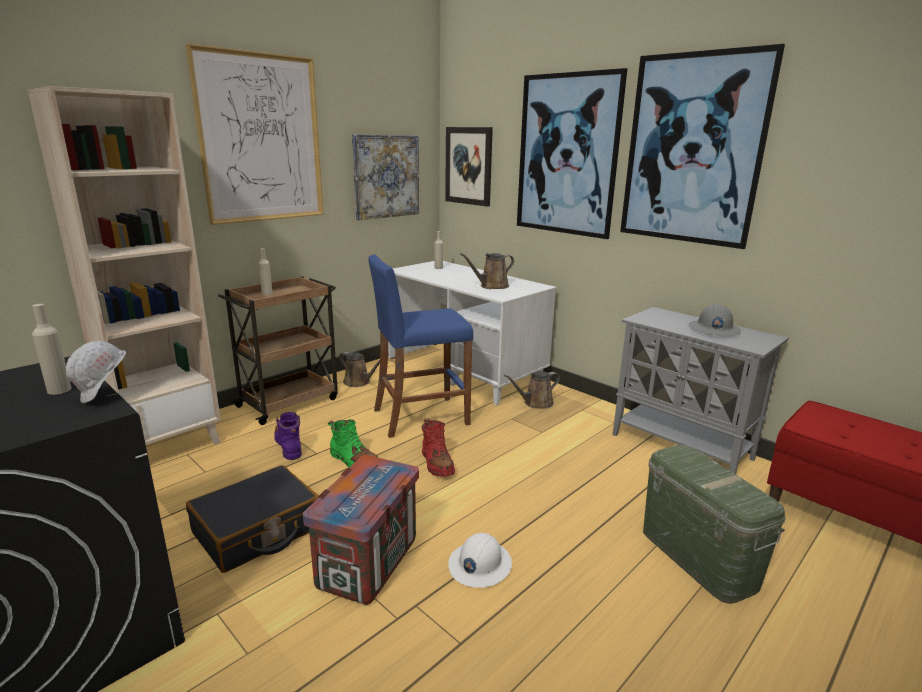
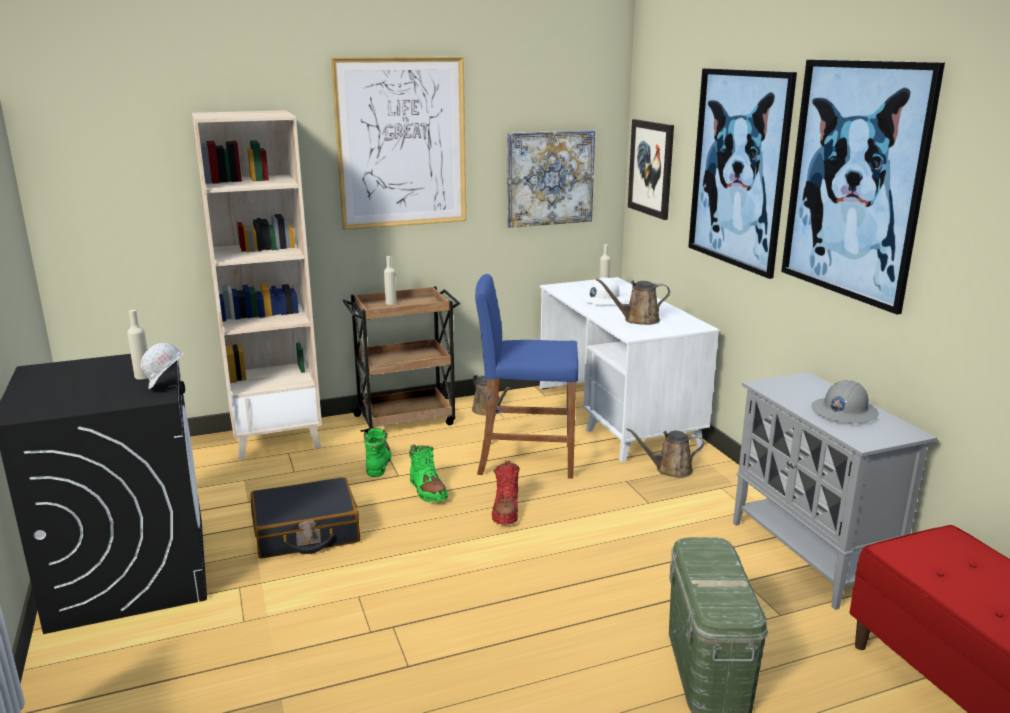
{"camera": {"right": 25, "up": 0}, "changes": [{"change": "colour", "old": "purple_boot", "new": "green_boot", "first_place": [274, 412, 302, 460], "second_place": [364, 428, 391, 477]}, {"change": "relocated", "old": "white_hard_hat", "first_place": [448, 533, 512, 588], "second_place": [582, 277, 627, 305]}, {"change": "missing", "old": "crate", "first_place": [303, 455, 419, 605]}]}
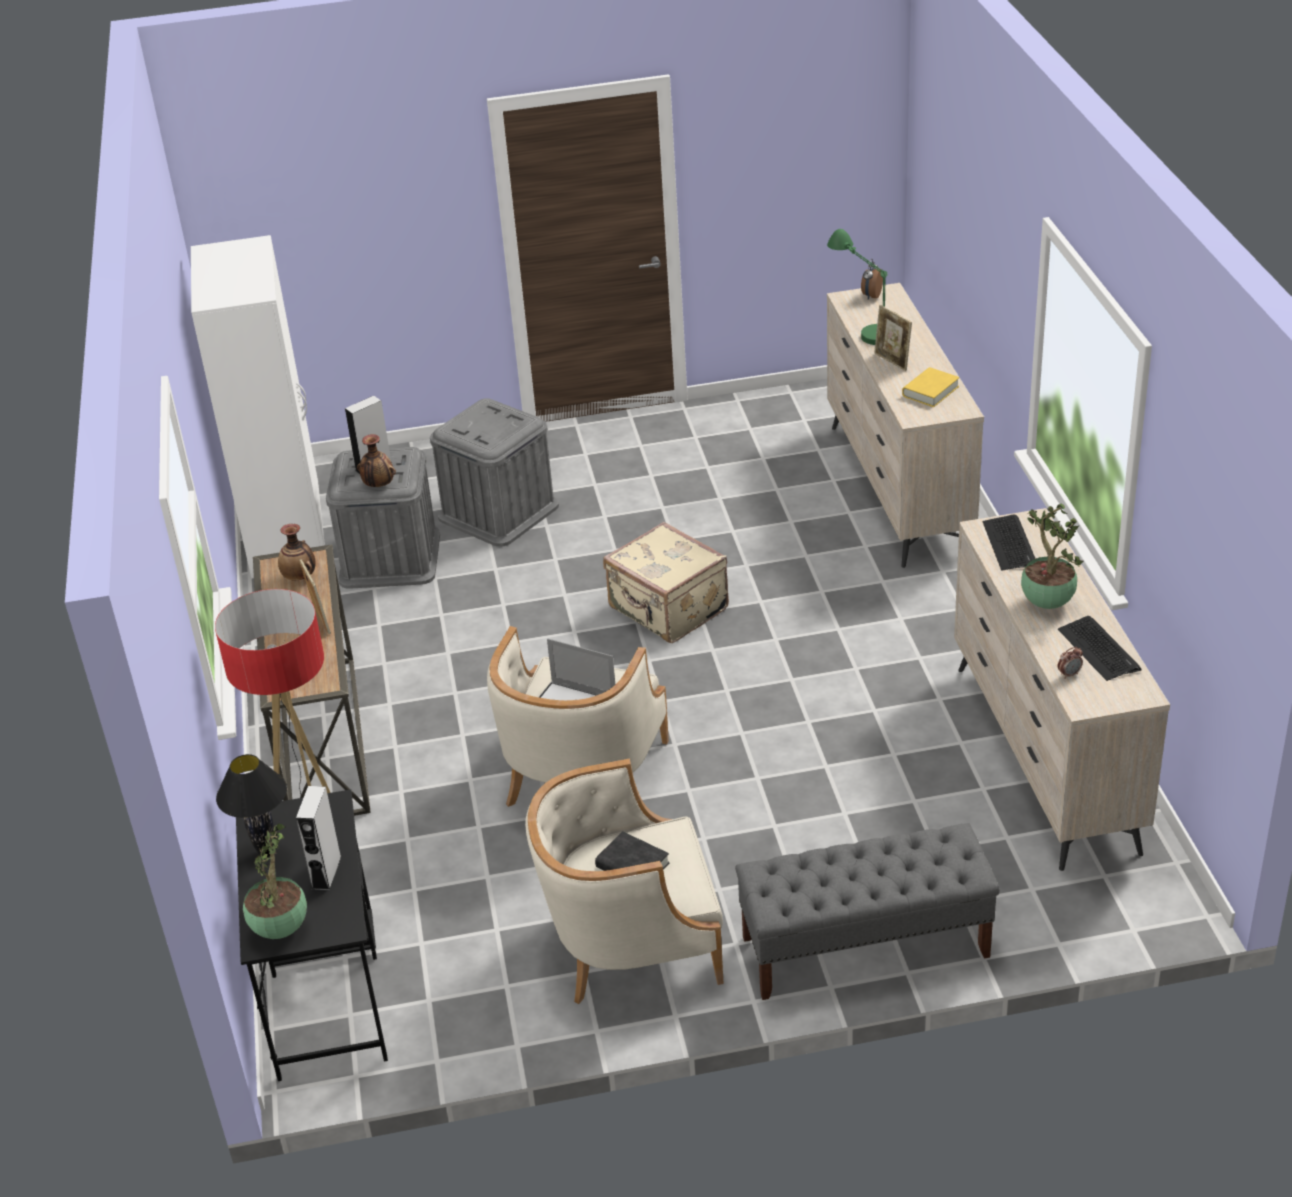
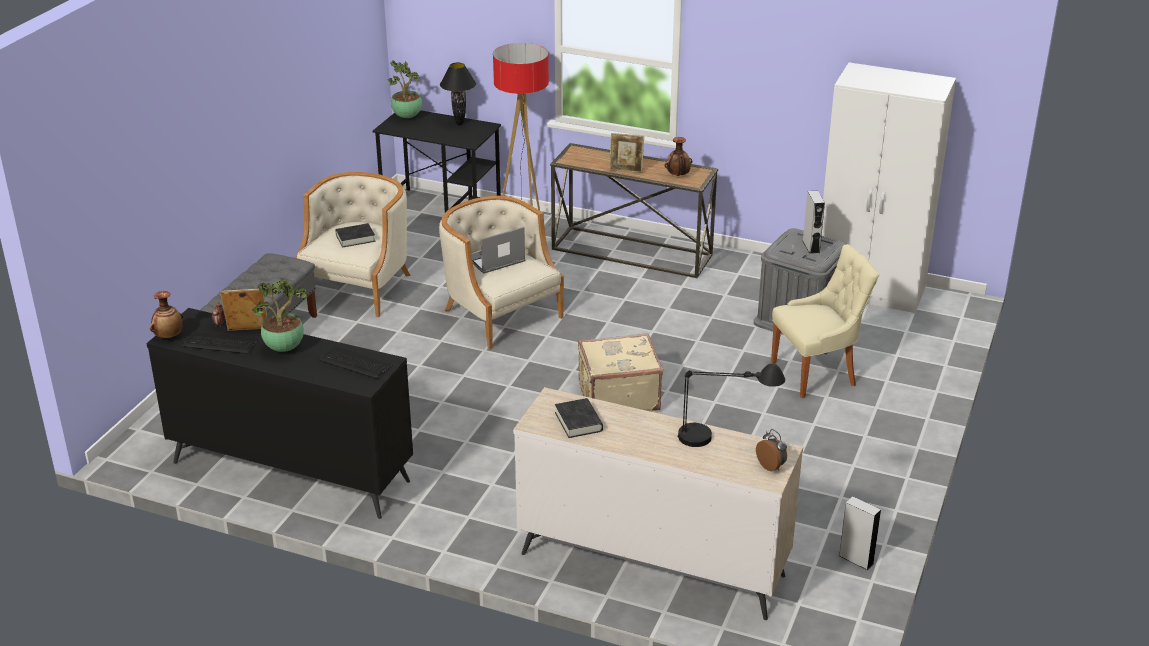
{"camera": {"right": 120, "up": -5}, "changes": [{"change": "colour", "old": "beige_dresser", "new": "black_dresser", "first_place": [954, 508, 1170, 871], "second_place": [146, 308, 413, 519]}, {"change": "relocated", "old": "vase", "first_place": [357, 434, 396, 487], "second_place": [150, 291, 184, 338]}, {"change": "relocated", "old": "picture_frame", "first_place": [874, 305, 912, 371], "second_place": [220, 289, 267, 331]}, {"change": "colour", "old": "yellow_book", "new": "black_book", "first_place": [902, 367, 959, 407], "second_place": [555, 398, 603, 438]}, {"change": "colour", "old": "green_table_lamp", "new": "black_table_lamp", "first_place": [827, 229, 888, 345], "second_place": [678, 363, 785, 447]}, {"change": "exchanged", "old": "grey_storage_box", "new": "beige_chair", "first_place": [430, 398, 559, 547], "second_place": [771, 244, 879, 398]}, {"change": "relocated", "old": "grey_speaker", "first_place": [296, 786, 341, 890], "second_place": [839, 496, 881, 570]}]}
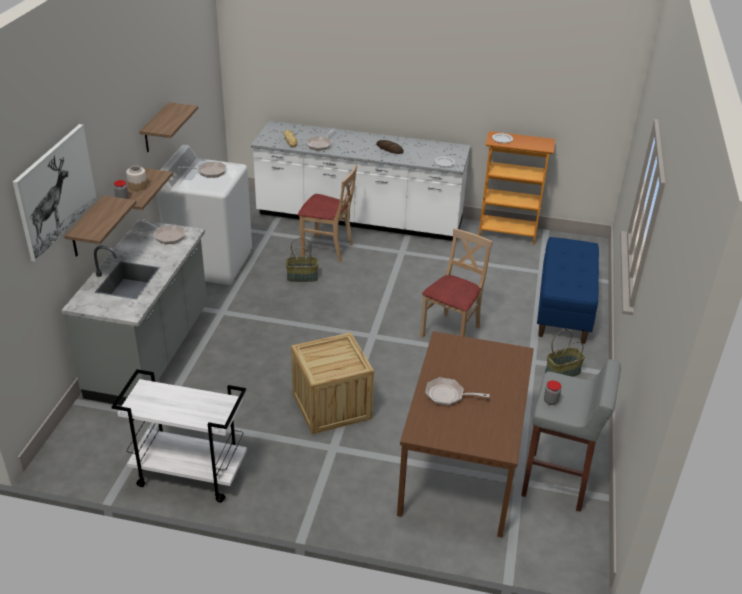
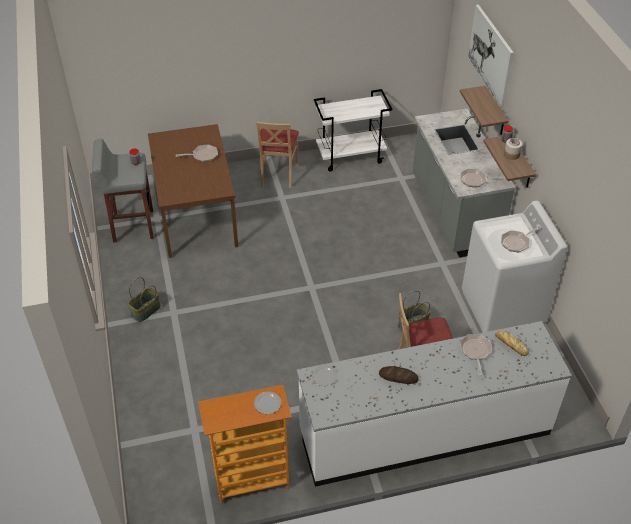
{"camera": {"right": 155, "up": 10}, "changes": [{"change": "relocated", "old": "beige_chair", "first_place": [420, 228, 493, 338], "second_place": [256, 121, 299, 188]}, {"change": "missing", "old": "shelf", "first_place": [139, 102, 198, 152]}, {"change": "missing", "old": "crate", "first_place": [291, 332, 374, 434]}, {"change": "missing", "old": "blue_bench", "first_place": [537, 237, 599, 344]}]}
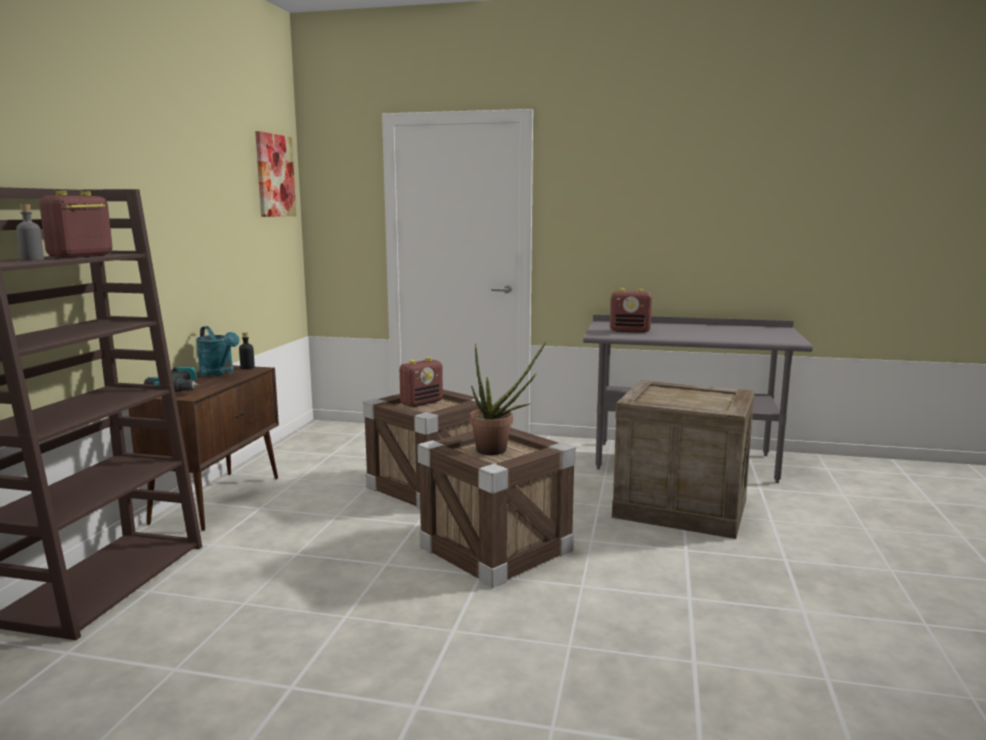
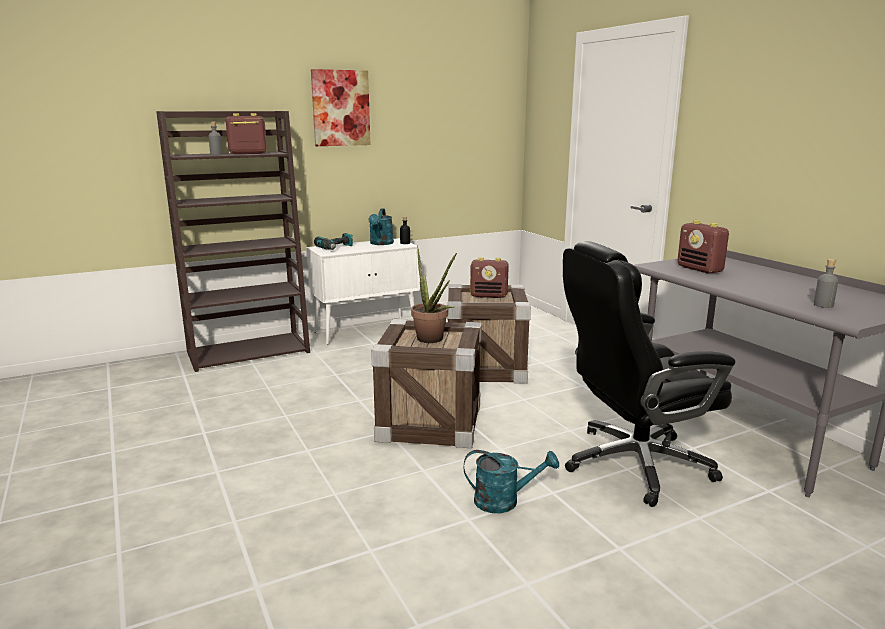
{"camera": {"right": 50, "up": 5}, "changes": [{"change": "colour", "old": "brown_cabinet", "new": "white_cabinet", "first_place": [128, 365, 279, 531], "second_place": [306, 238, 420, 345]}, {"change": "relocated", "old": "picture", "first_place": [255, 131, 296, 217], "second_place": [311, 69, 371, 146]}, {"change": "appeared", "new": "turquoise_watering_can", "second_place": [464, 450, 559, 513]}, {"change": "exchanged", "old": "crate", "new": "black_office_chair", "first_place": [612, 380, 755, 539], "second_place": [563, 241, 735, 507]}, {"change": "appeared", "new": "grey_bottle", "second_place": [814, 259, 838, 308]}]}
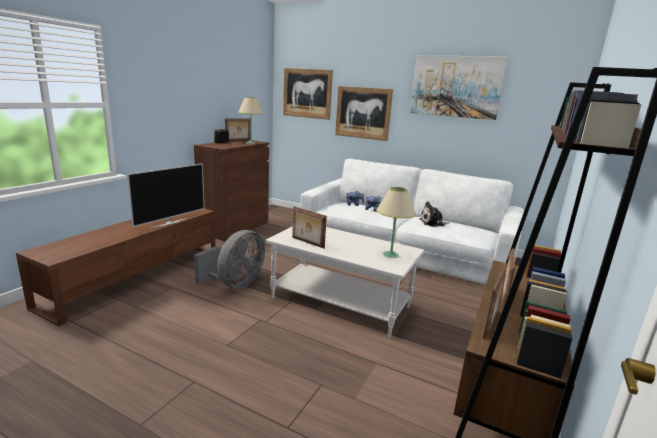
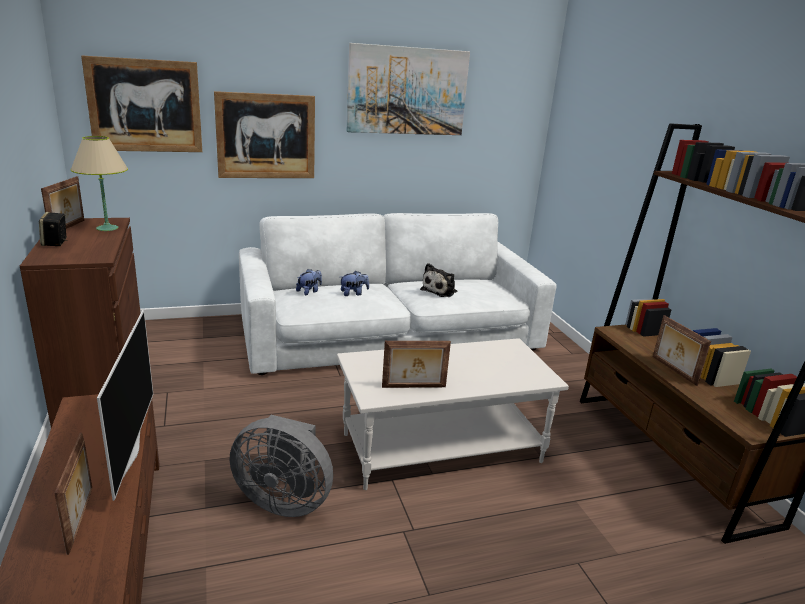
{"camera": {"right": -45, "up": 5}, "changes": [{"change": "relocated", "old": "picture_frame", "first_place": [483, 267, 506, 339], "second_place": [54, 432, 92, 555]}, {"change": "spun", "old": "grey_fan", "first_place": [194, 230, 265, 289], "second_place": [230, 415, 333, 517], "degrees": 120}, {"change": "missing", "old": "beige_table_lamp", "first_place": [376, 187, 416, 258]}]}
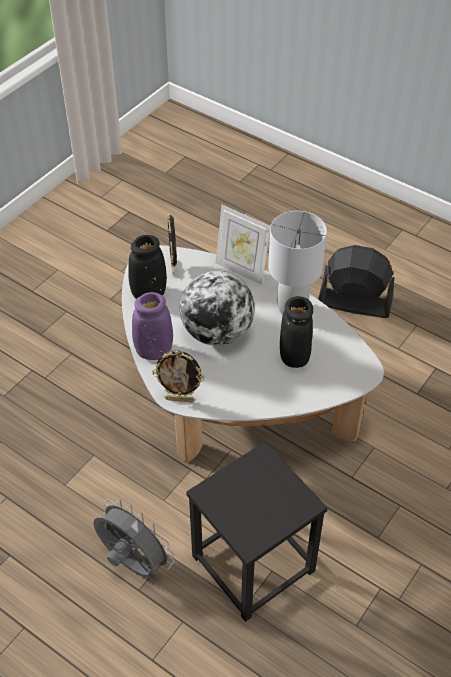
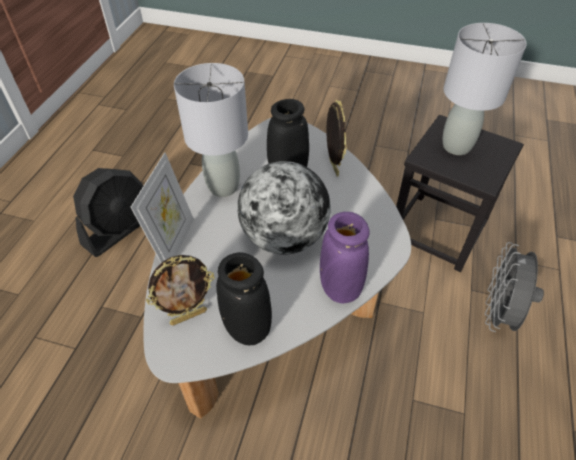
{"camera": {"right": -110, "up": 0}, "changes": [{"change": "spun", "old": "black_fan", "first_place": [318, 245, 394, 318], "second_place": [73, 168, 143, 257], "degrees": -135}, {"change": "relocated", "old": "picture_frame", "first_place": [152, 350, 205, 403], "second_place": [326, 100, 347, 176]}, {"change": "appeared", "new": "grey_table_lamp", "second_place": [443, 23, 527, 155]}]}
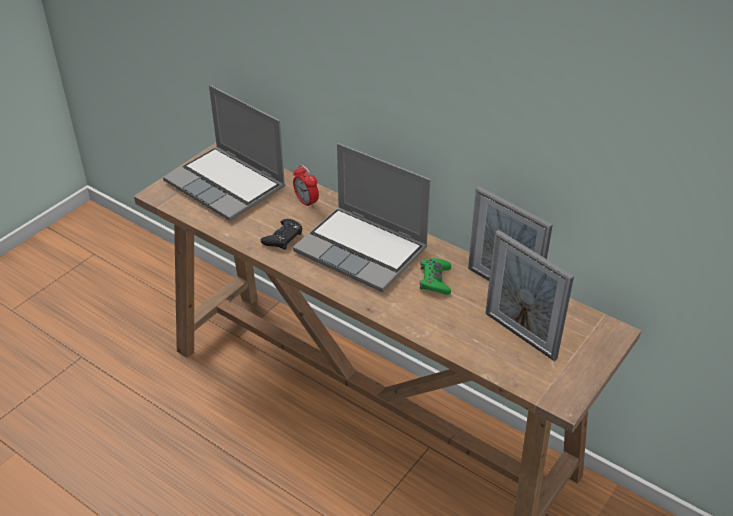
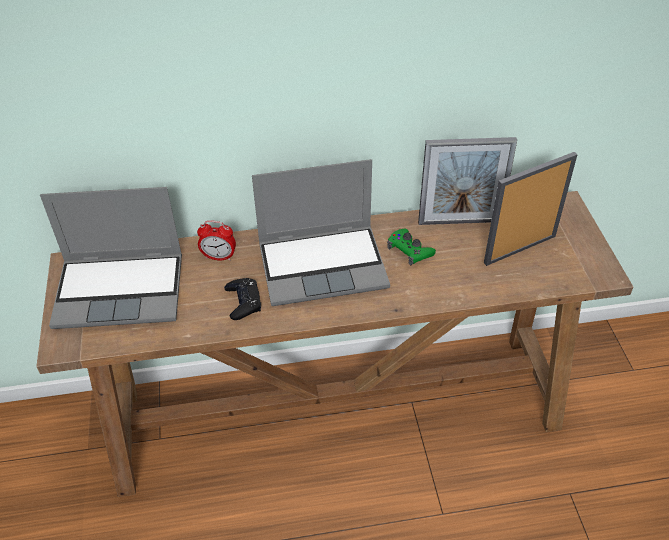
{"camera": {"right": -45, "up": 5}, "changes": [{"change": "spun", "old": "picture_frame", "first_place": [485, 230, 574, 361], "second_place": [484, 152, 578, 266], "degrees": 150}]}
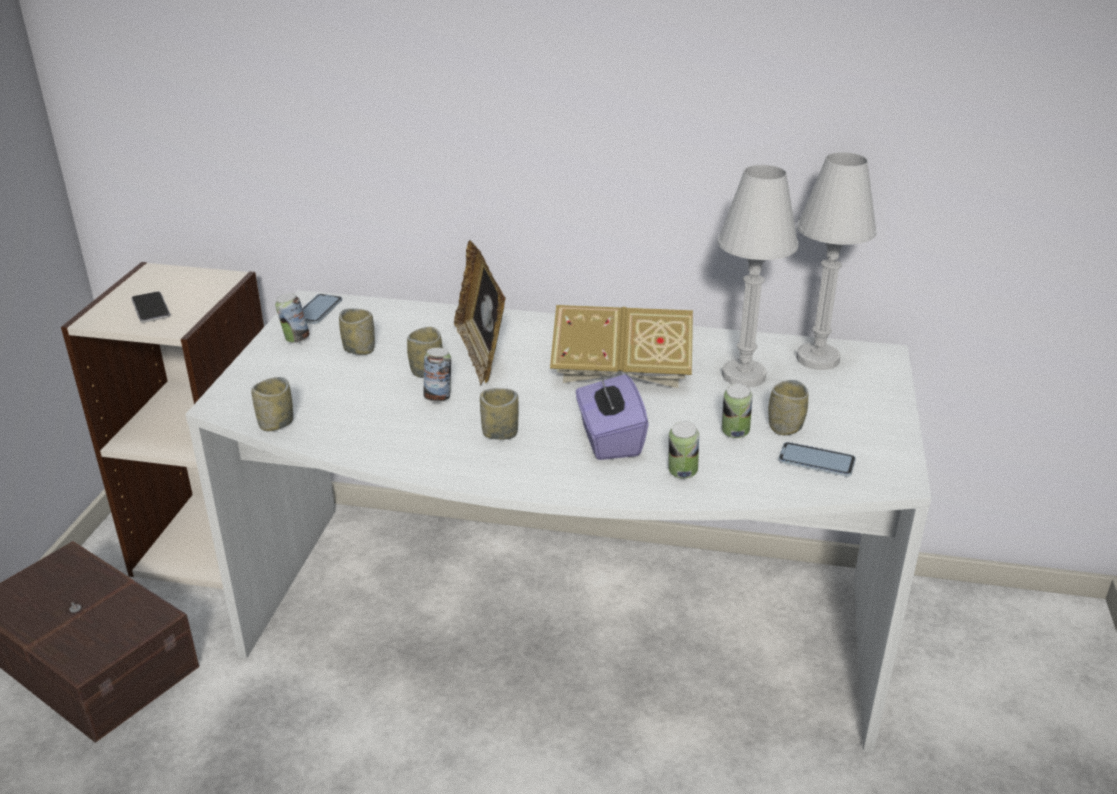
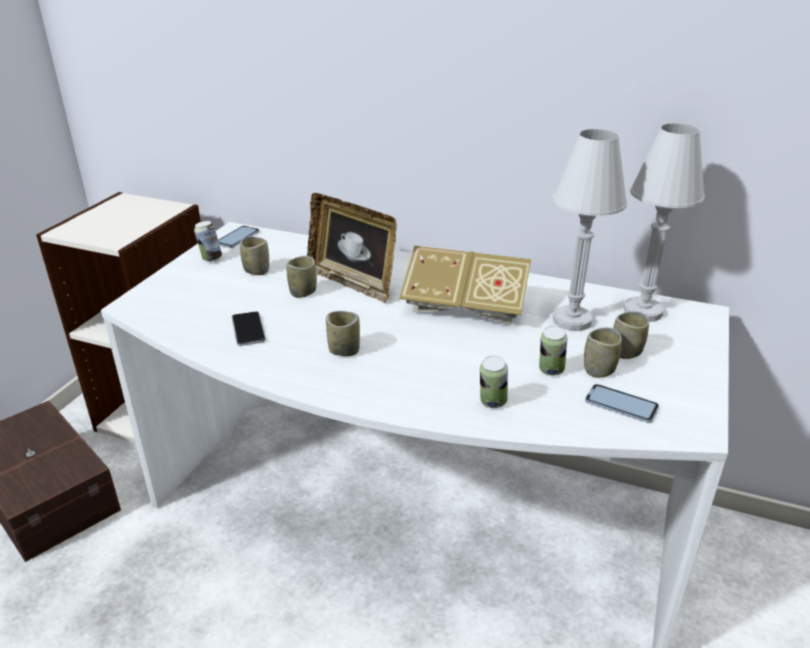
{"camera": {"right": 10, "up": 0}, "changes": [{"change": "relocated", "old": "phone", "first_place": [131, 292, 170, 323], "second_place": [232, 311, 266, 346]}, {"change": "spun", "old": "picture_frame", "first_place": [454, 240, 506, 385], "second_place": [307, 193, 397, 303], "degrees": -45}, {"change": "relocated", "old": "cup", "first_place": [251, 377, 293, 431], "second_place": [613, 311, 649, 359]}, {"change": "missing", "old": "can", "first_place": [424, 348, 451, 403]}, {"change": "missing", "old": "purple_tissue_box", "first_place": [576, 370, 649, 460]}]}
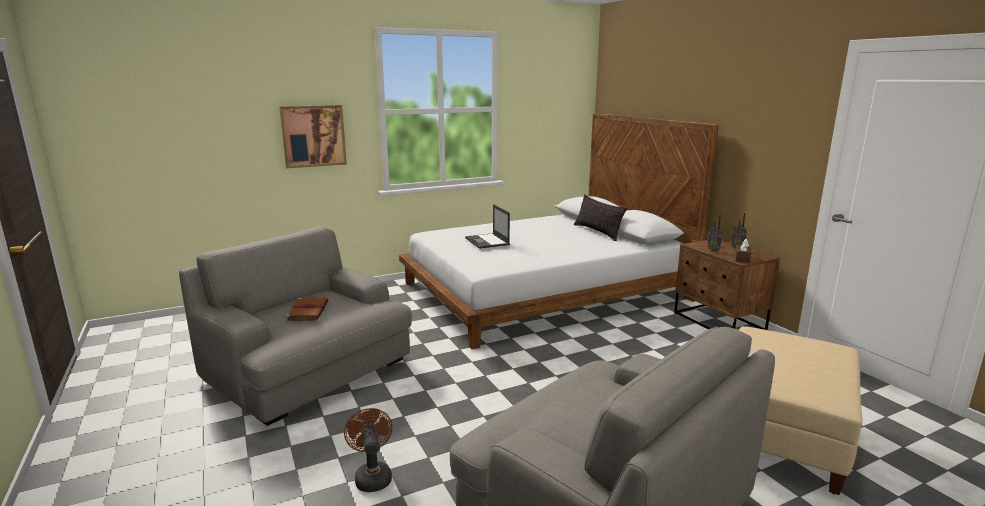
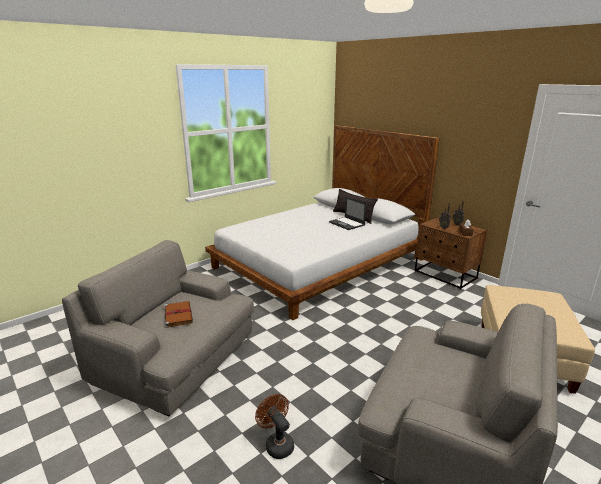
{"camera": {"right": -15, "up": 5}, "changes": [{"change": "relocated", "old": "laptop", "first_place": [465, 204, 510, 249], "second_place": [329, 197, 366, 230]}, {"change": "missing", "old": "picture", "first_place": [279, 105, 347, 168]}]}
